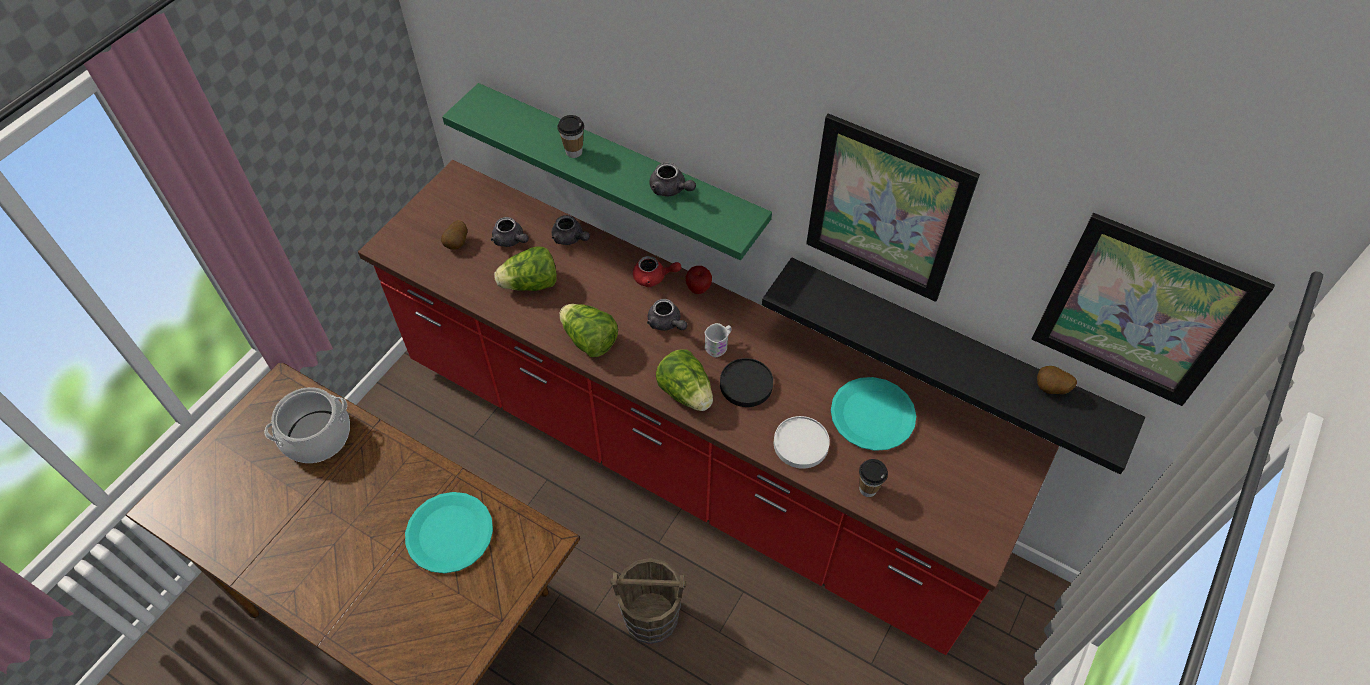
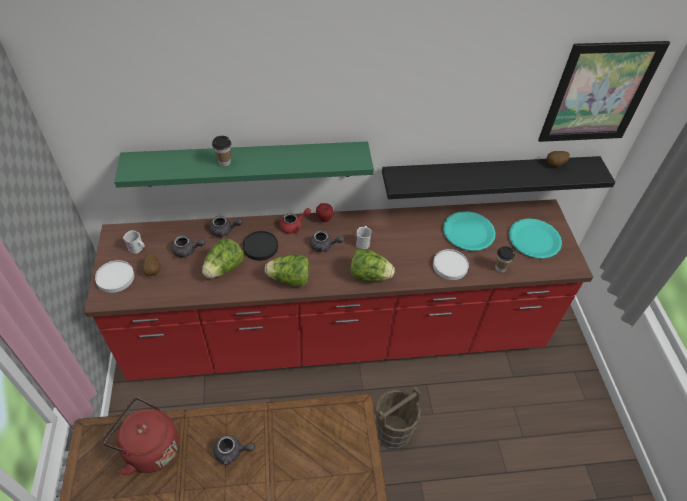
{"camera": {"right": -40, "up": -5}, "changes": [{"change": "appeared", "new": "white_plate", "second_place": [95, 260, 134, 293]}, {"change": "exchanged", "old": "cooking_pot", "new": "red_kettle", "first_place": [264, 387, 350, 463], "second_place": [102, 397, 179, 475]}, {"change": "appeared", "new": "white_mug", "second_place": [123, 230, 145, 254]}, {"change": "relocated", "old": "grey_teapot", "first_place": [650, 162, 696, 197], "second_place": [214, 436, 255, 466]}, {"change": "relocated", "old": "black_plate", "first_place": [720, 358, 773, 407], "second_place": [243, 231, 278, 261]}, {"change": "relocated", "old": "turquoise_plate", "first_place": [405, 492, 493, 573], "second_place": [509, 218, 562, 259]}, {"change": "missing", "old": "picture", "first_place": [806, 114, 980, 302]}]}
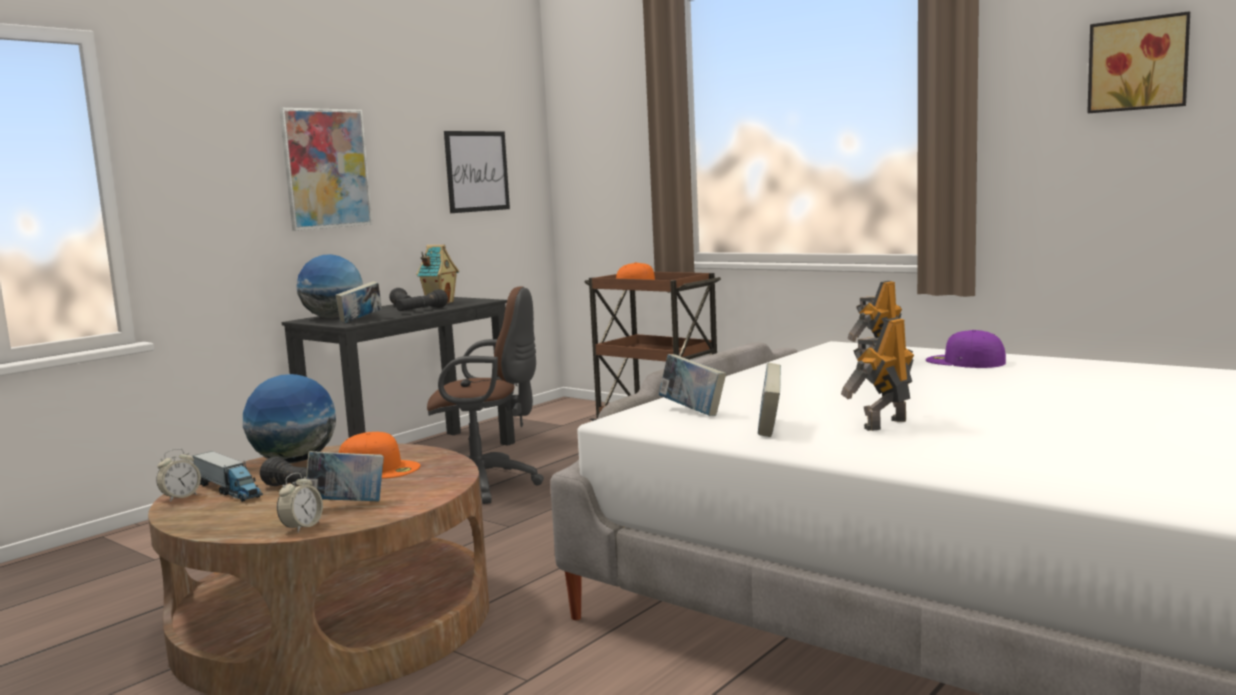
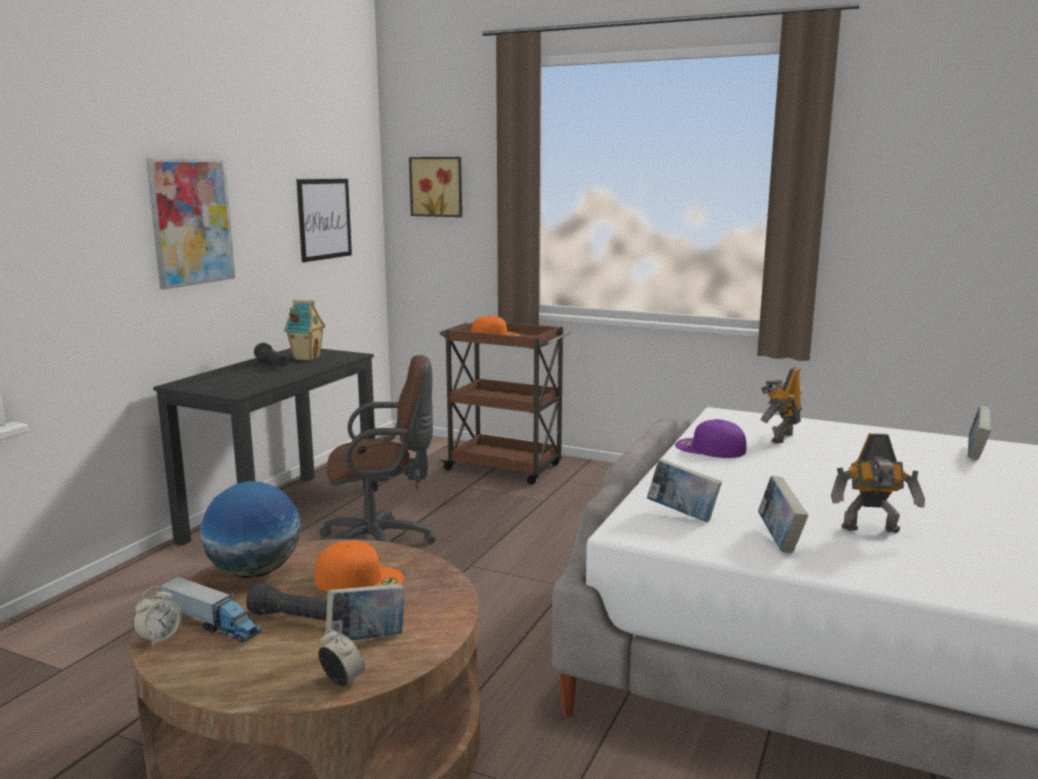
{"camera": {"right": -15, "up": 5}, "changes": [{"change": "spun", "old": "alarm_clock", "first_place": [277, 473, 323, 533], "second_place": [318, 628, 365, 686], "degrees": -60}, {"change": "relocated", "old": "picture", "first_place": [1087, 11, 1190, 113], "second_place": [409, 157, 462, 217]}, {"change": "relocated", "old": "purple_cap", "first_place": [926, 330, 1006, 368], "second_place": [675, 419, 747, 458]}, {"change": "spun", "old": "toy_robot", "first_place": [841, 317, 914, 431], "second_place": [831, 433, 925, 533], "degrees": -120}, {"change": "relocated", "old": "book", "first_place": [335, 281, 382, 323], "second_place": [968, 405, 991, 460]}, {"change": "missing", "old": "globe", "first_place": [296, 254, 363, 318]}, {"change": "missing", "old": "black_flashlight", "first_place": [396, 289, 448, 311]}]}
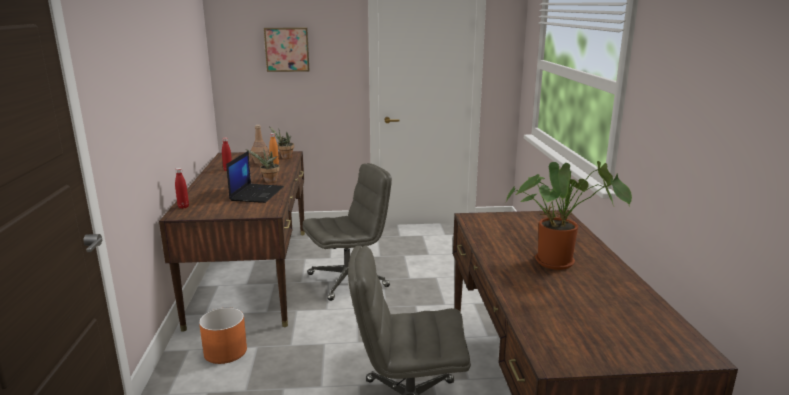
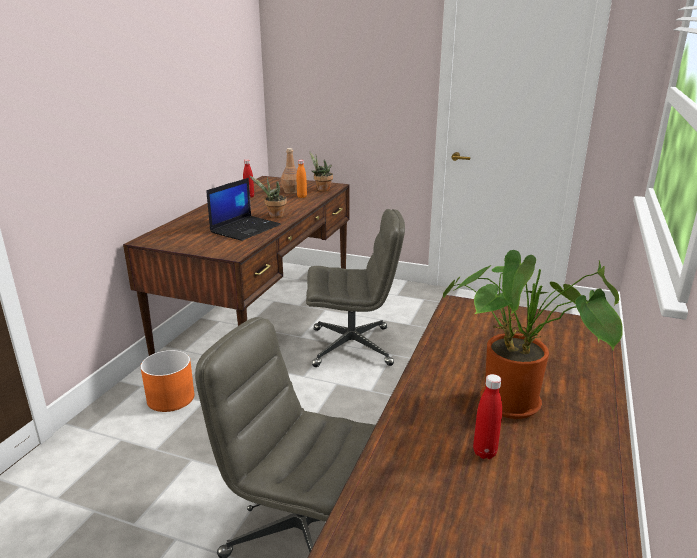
{"camera": {"right": 25, "up": 5}, "changes": [{"change": "relocated", "old": "red_bottle", "first_place": [175, 168, 189, 209], "second_place": [473, 374, 502, 459]}, {"change": "missing", "old": "picture", "first_place": [264, 28, 310, 72]}]}
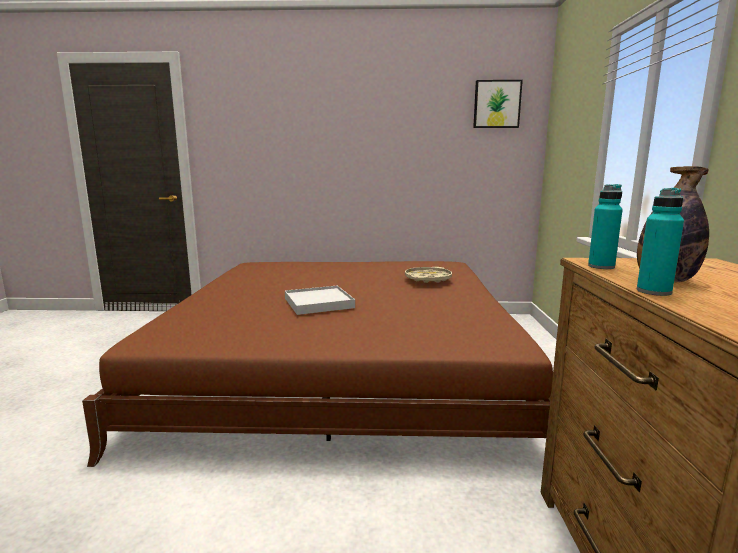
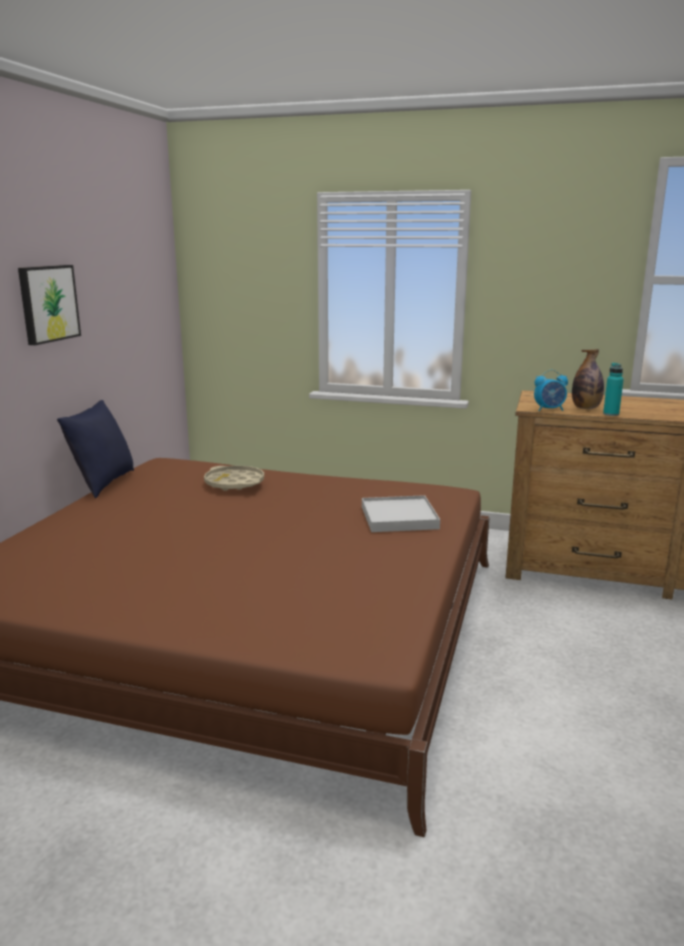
{"camera": {"right": -75, "up": 5}, "changes": [{"change": "relocated", "old": "picture", "first_place": [473, 80, 523, 128], "second_place": [18, 265, 81, 345]}, {"change": "appeared", "new": "blue_pillow", "second_place": [57, 400, 134, 498]}, {"change": "relocated", "old": "white_tray", "first_place": [285, 286, 355, 315], "second_place": [362, 495, 440, 532]}, {"change": "exchanged", "old": "turquoise_bottle", "new": "alarm_clock", "first_place": [588, 184, 623, 269], "second_place": [534, 370, 568, 411]}]}
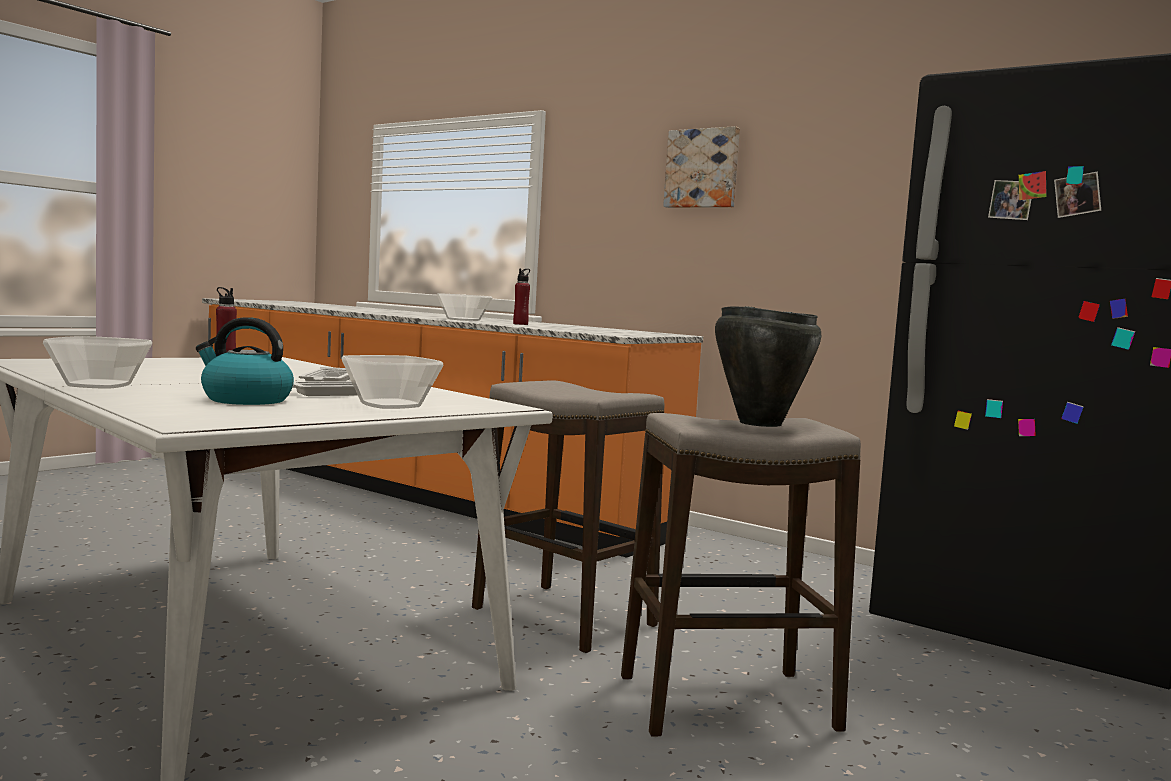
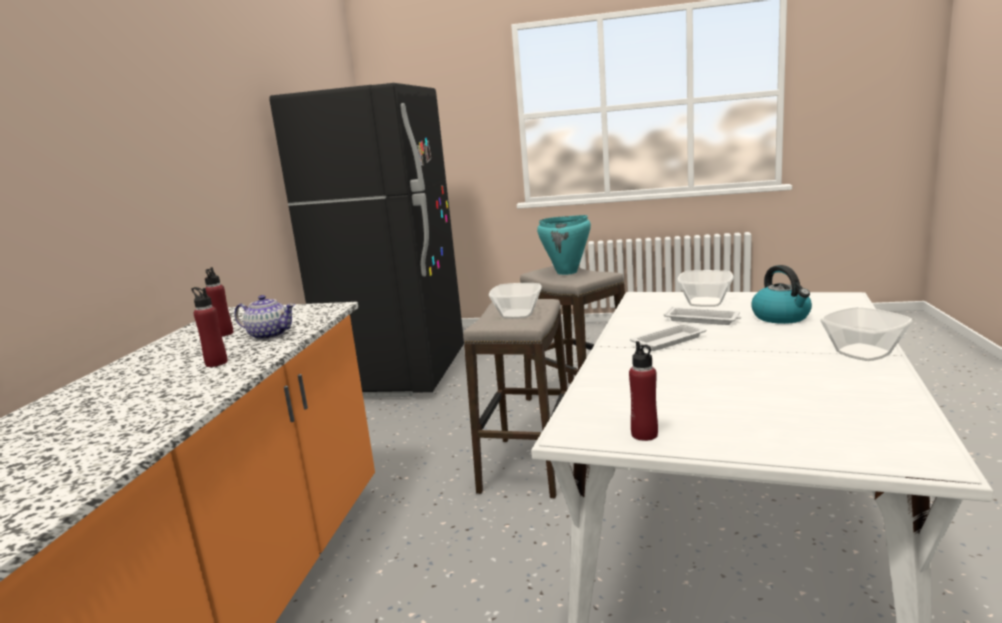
{"camera": {"right": -115, "up": 10}, "changes": [{"change": "appeared", "new": "red_bottle", "second_place": [205, 267, 234, 337]}, {"change": "appeared", "new": "teapot", "second_place": [234, 295, 295, 340]}, {"change": "relocated", "old": "bowl", "first_place": [437, 293, 492, 321], "second_place": [489, 283, 542, 319]}, {"change": "colour", "old": "black_cooking_pot", "new": "turquoise_cooking_pot", "first_place": [715, 306, 821, 427], "second_place": [537, 215, 591, 275]}, {"change": "missing", "old": "picture", "first_place": [663, 126, 740, 208]}]}
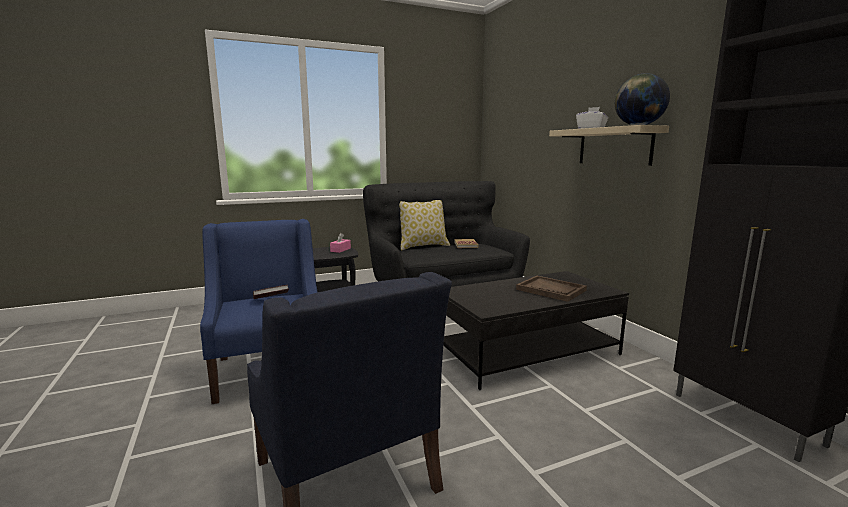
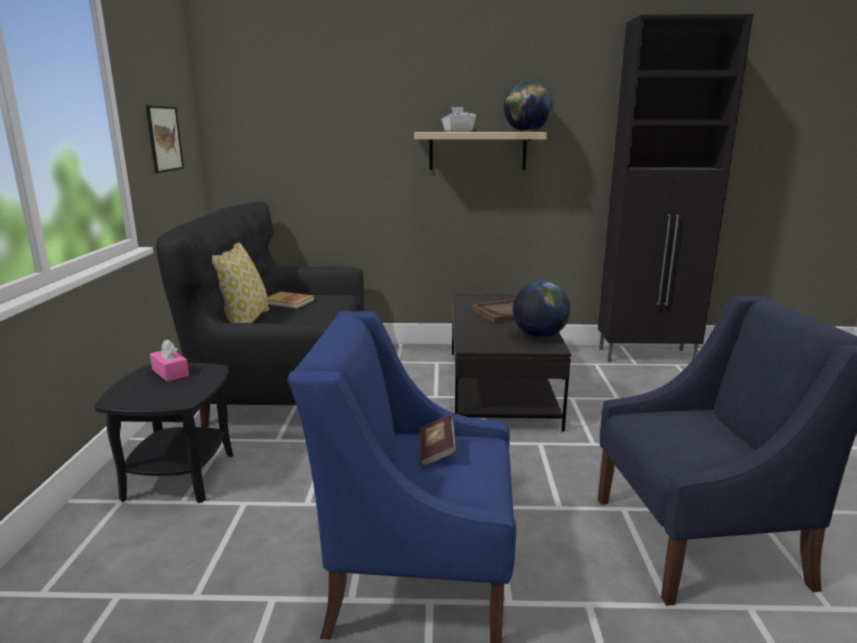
{"camera": {"right": -65, "up": 5}, "changes": [{"change": "appeared", "new": "picture", "second_place": [146, 105, 184, 173]}, {"change": "appeared", "new": "globe", "second_place": [513, 281, 570, 338]}]}
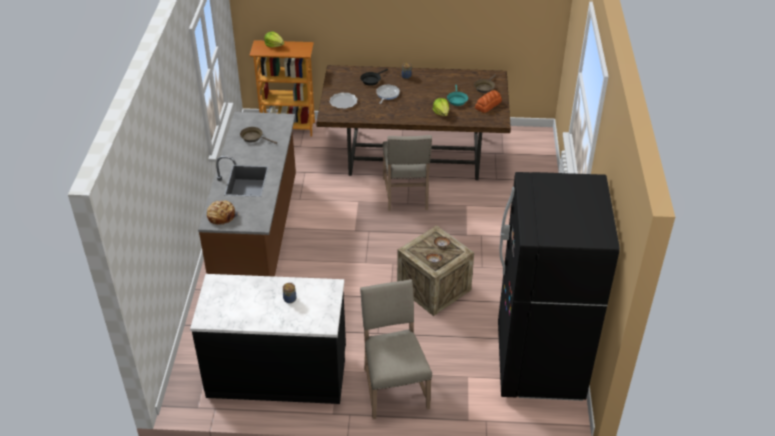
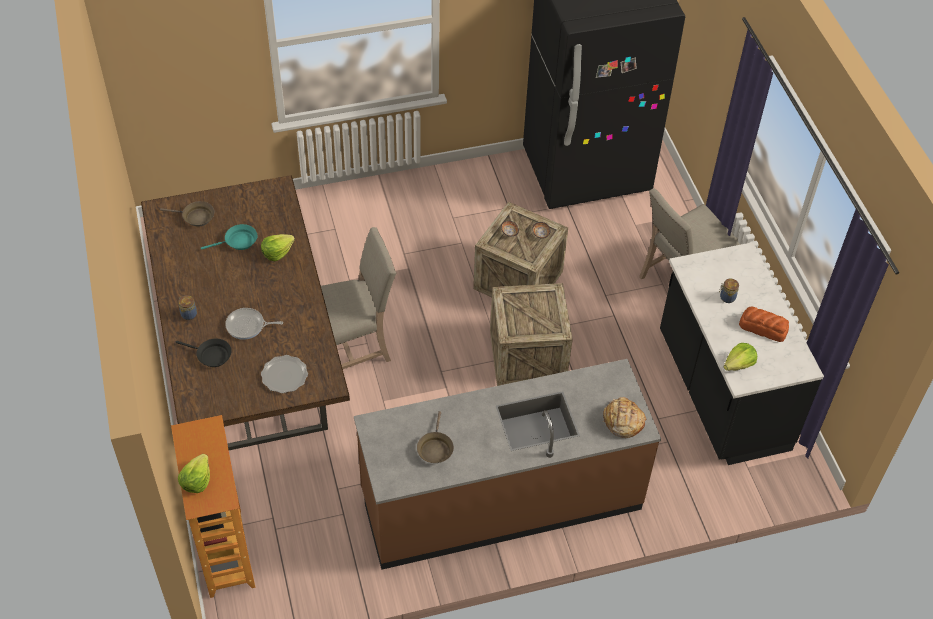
{"camera": {"right": -110, "up": 10}, "changes": [{"change": "appeared", "new": "crate", "second_place": [490, 283, 573, 386]}, {"change": "appeared", "new": "lettuce", "second_place": [723, 343, 757, 371]}, {"change": "relocated", "old": "bread", "first_place": [475, 90, 502, 113], "second_place": [739, 307, 789, 342]}]}
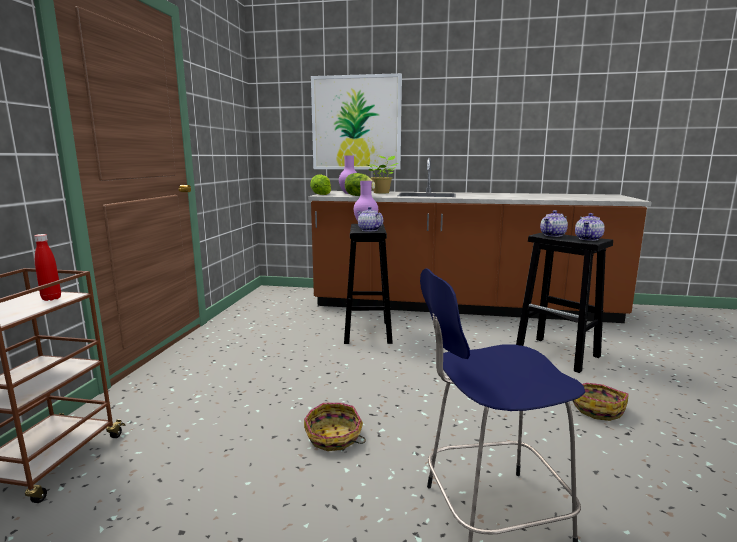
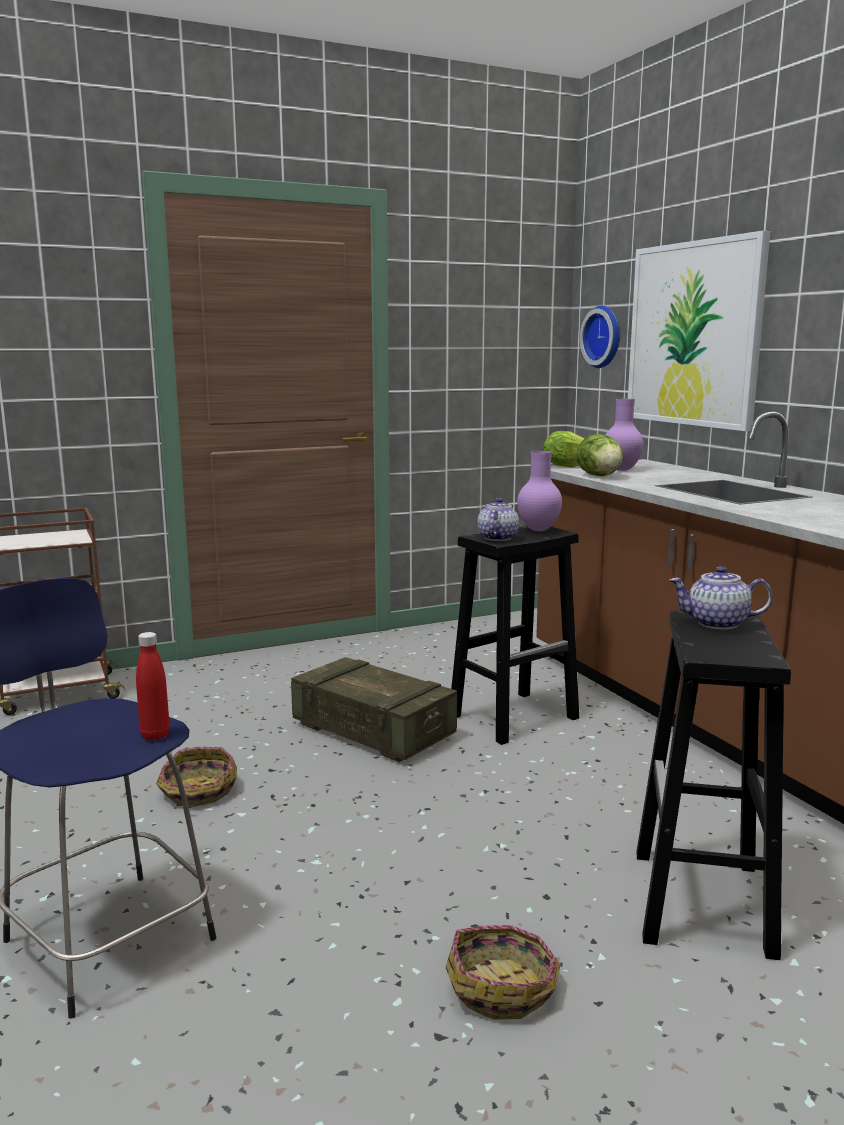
{"camera": {"right": 55, "up": 0}, "changes": [{"change": "relocated", "old": "red_bottle", "first_place": [34, 234, 61, 301], "second_place": [136, 632, 170, 740]}, {"change": "appeared", "new": "crate", "second_place": [291, 657, 457, 762]}, {"change": "appeared", "new": "wall_clock", "second_place": [580, 306, 620, 368]}, {"change": "missing", "old": "potted_plant", "first_place": [367, 156, 398, 194]}, {"change": "missing", "old": "teapot", "first_place": [575, 213, 605, 241]}]}
